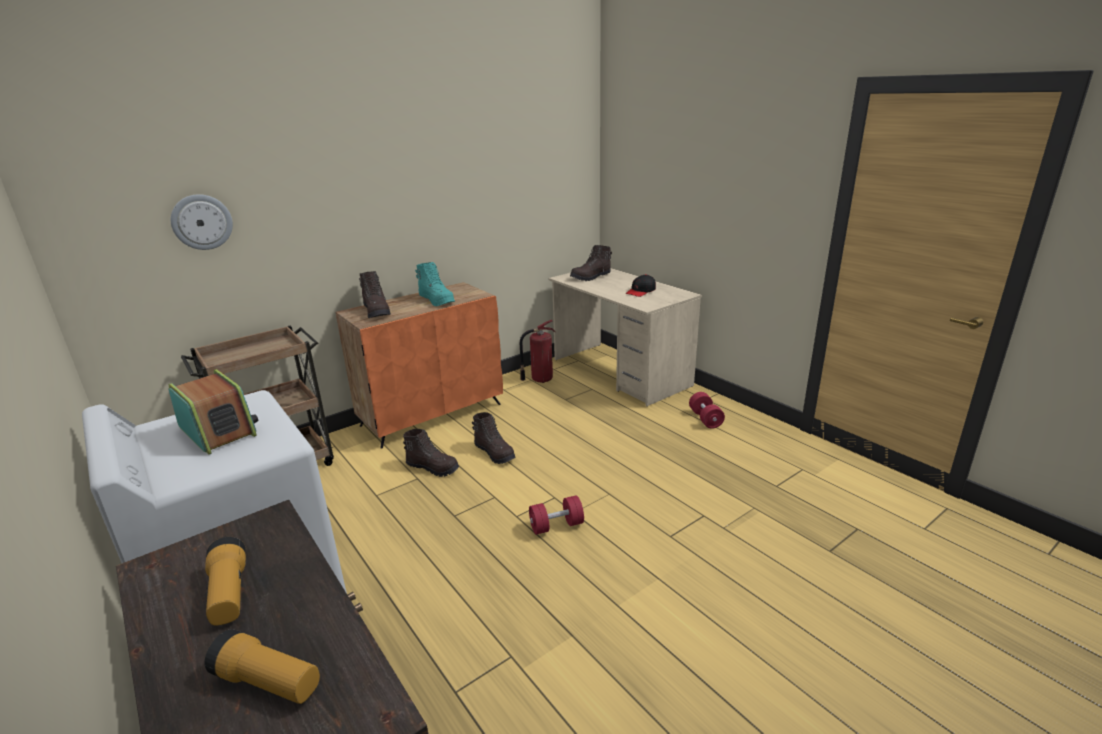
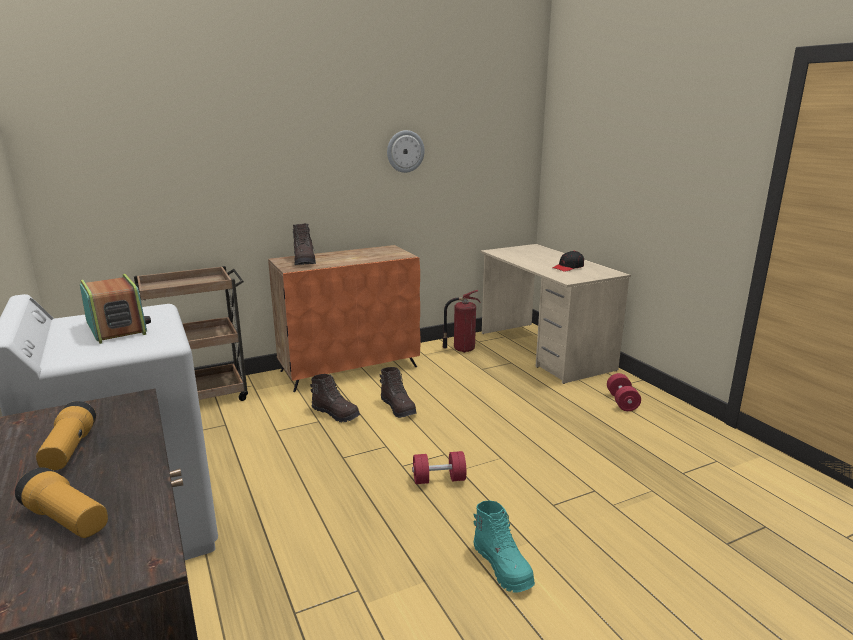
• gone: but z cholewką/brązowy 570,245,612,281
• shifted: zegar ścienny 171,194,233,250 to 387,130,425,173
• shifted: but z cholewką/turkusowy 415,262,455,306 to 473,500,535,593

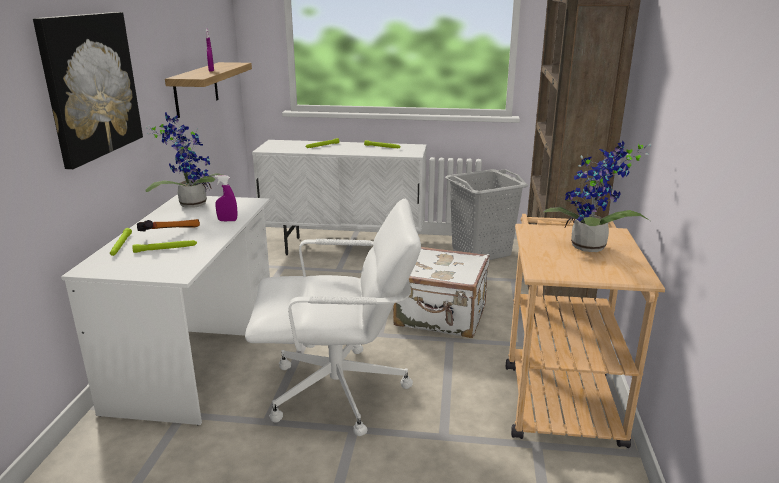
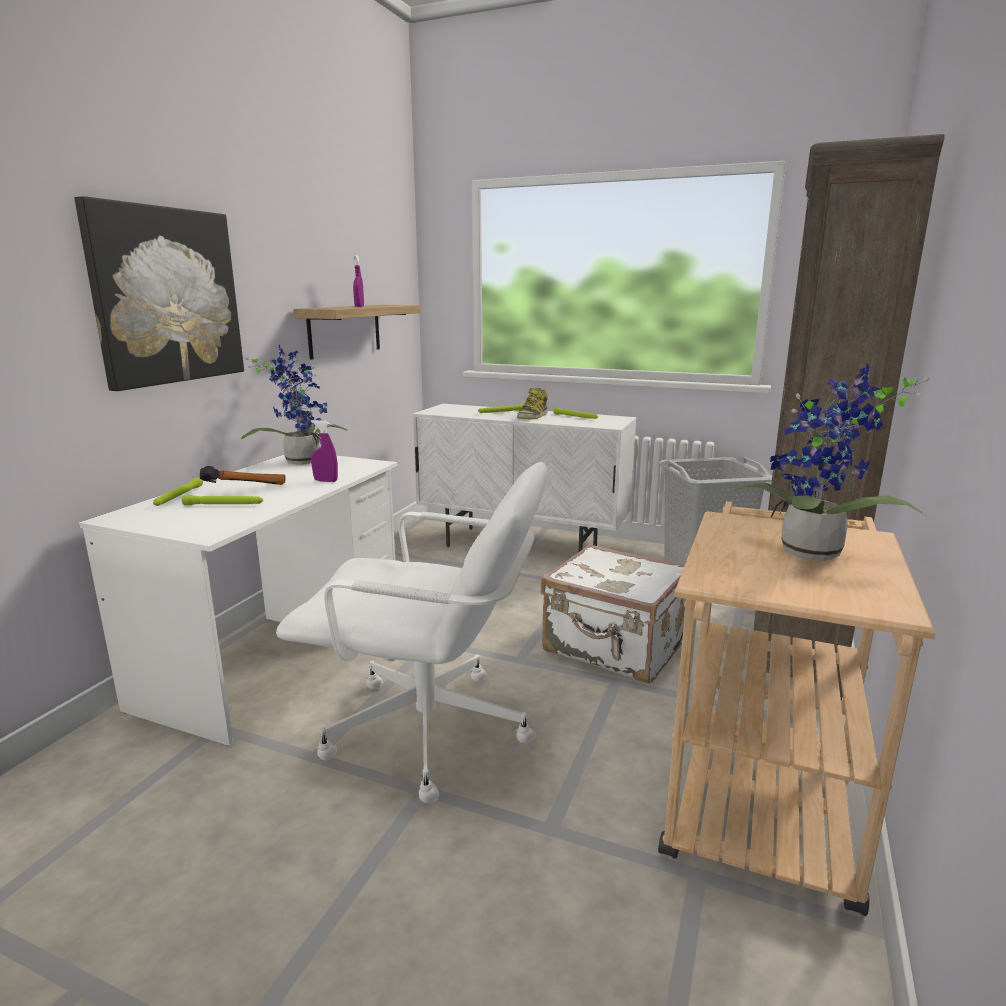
• new: but z cholewką 517,388,548,419

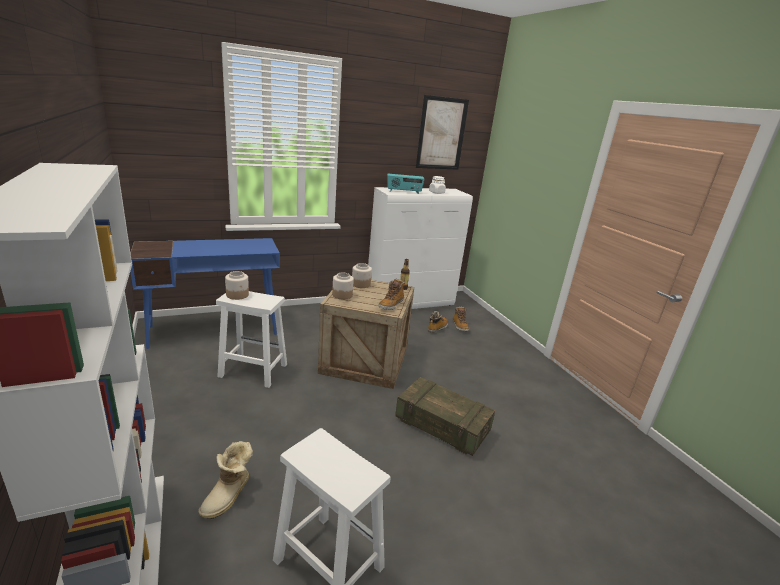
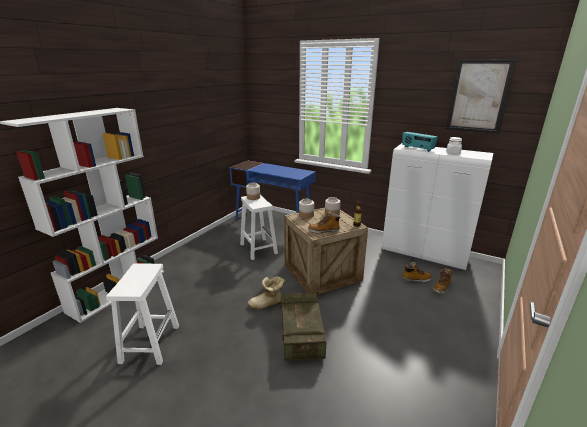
• shifted: but z cholewką 198,441,253,519 to 248,276,285,309

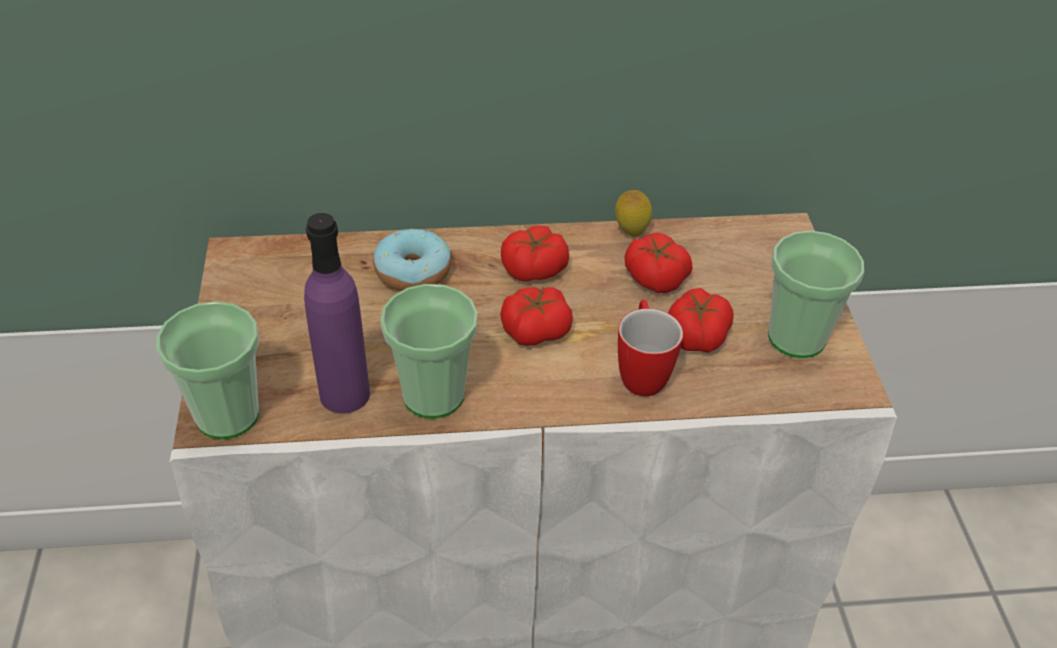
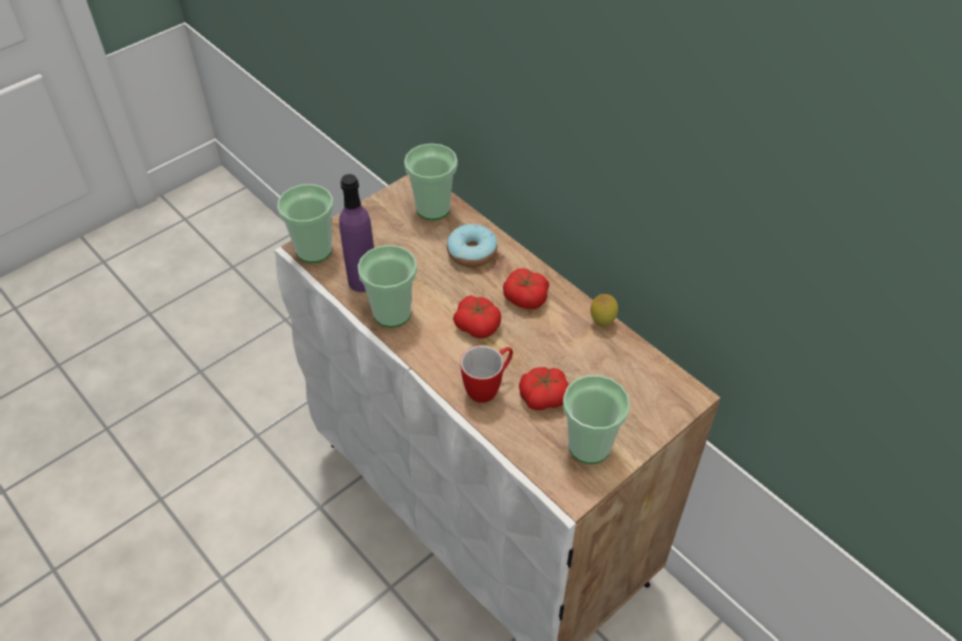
• gone: pomidor 624,233,692,293
• new: filiżanka 404,143,458,220

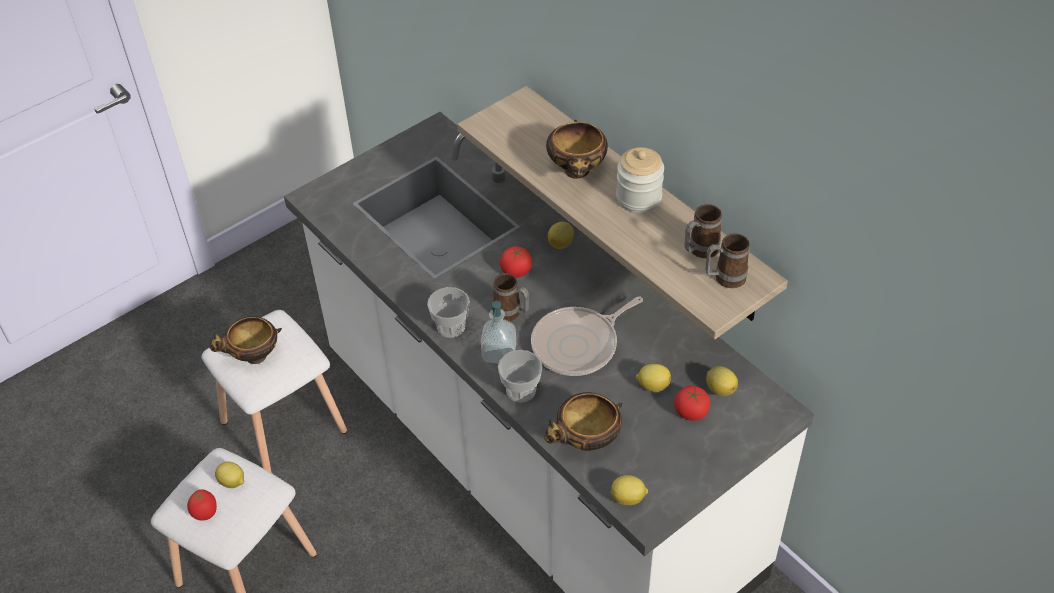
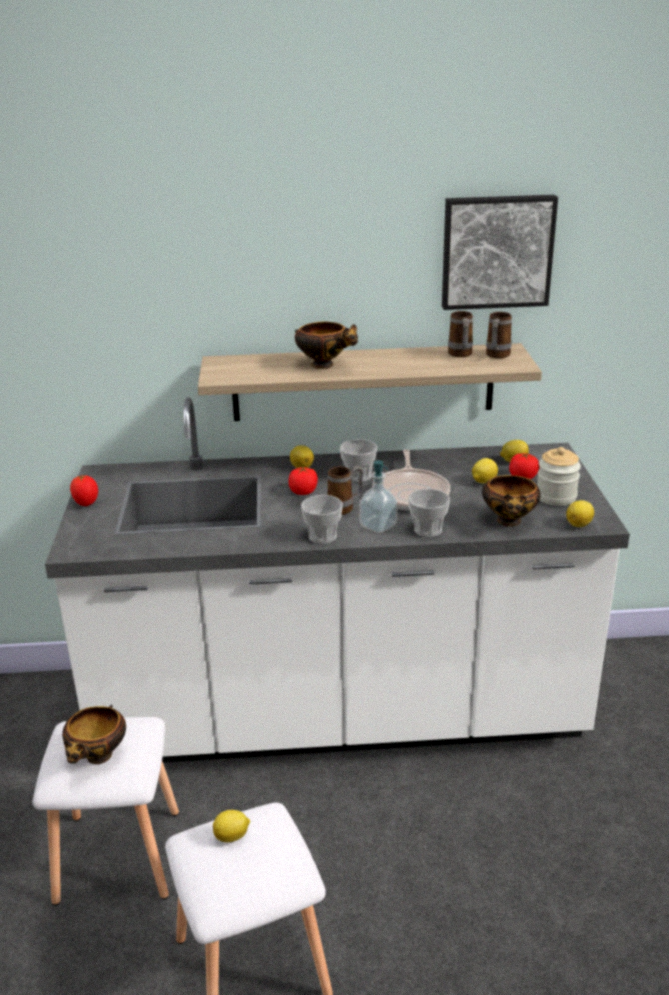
• new: filiżanka 340,439,377,482
• new: obraz 442,195,558,310
• shifted: pomidor 187,489,217,521 to 70,474,98,506
• shifted: słoik 616,147,664,213 to 537,447,581,506

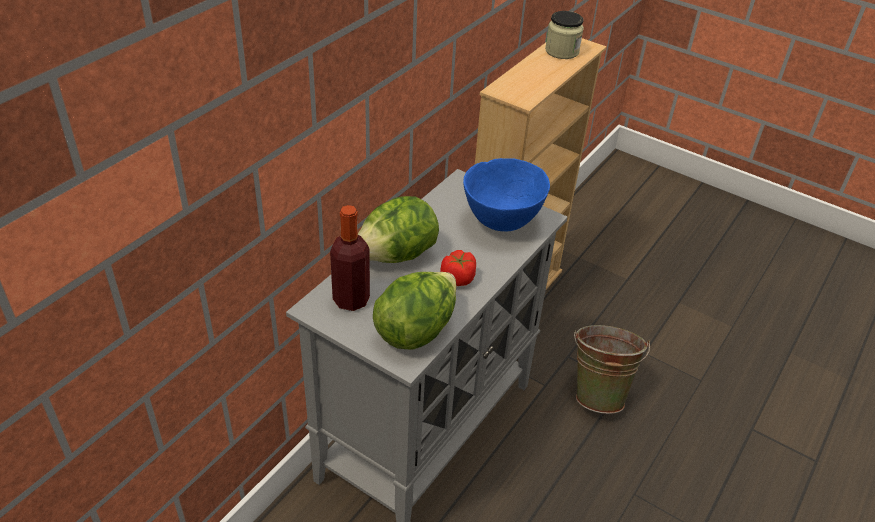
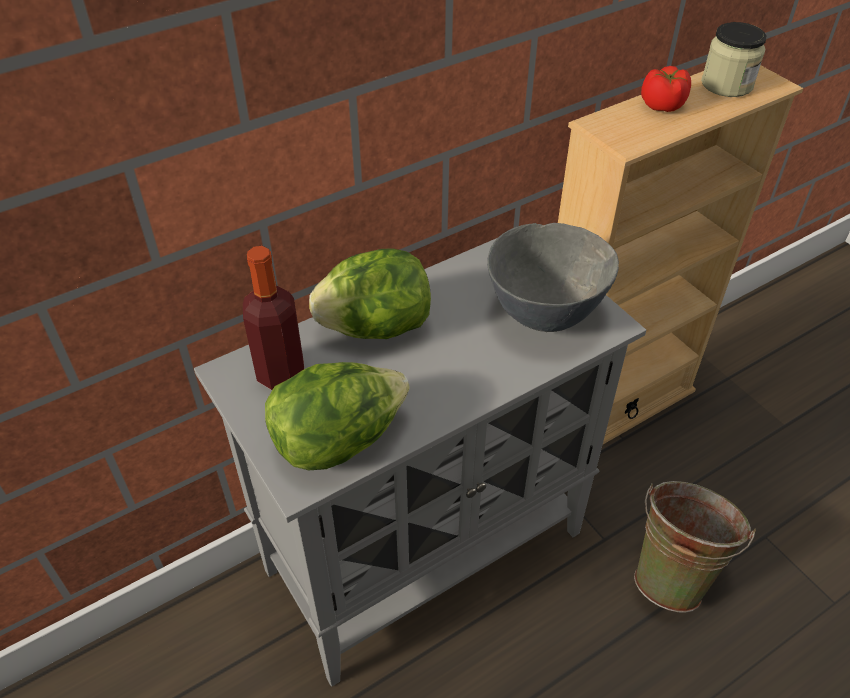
• shifted: pomidor 440,250,476,286 to 641,66,691,112
• repainted: miska/niebieski 463,158,550,232 to miska/szary 487,223,619,332

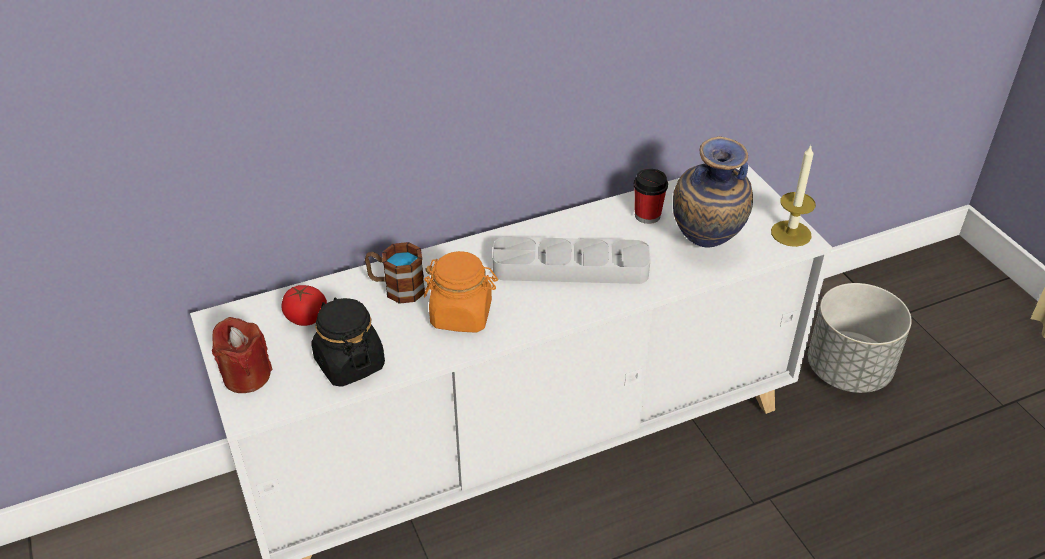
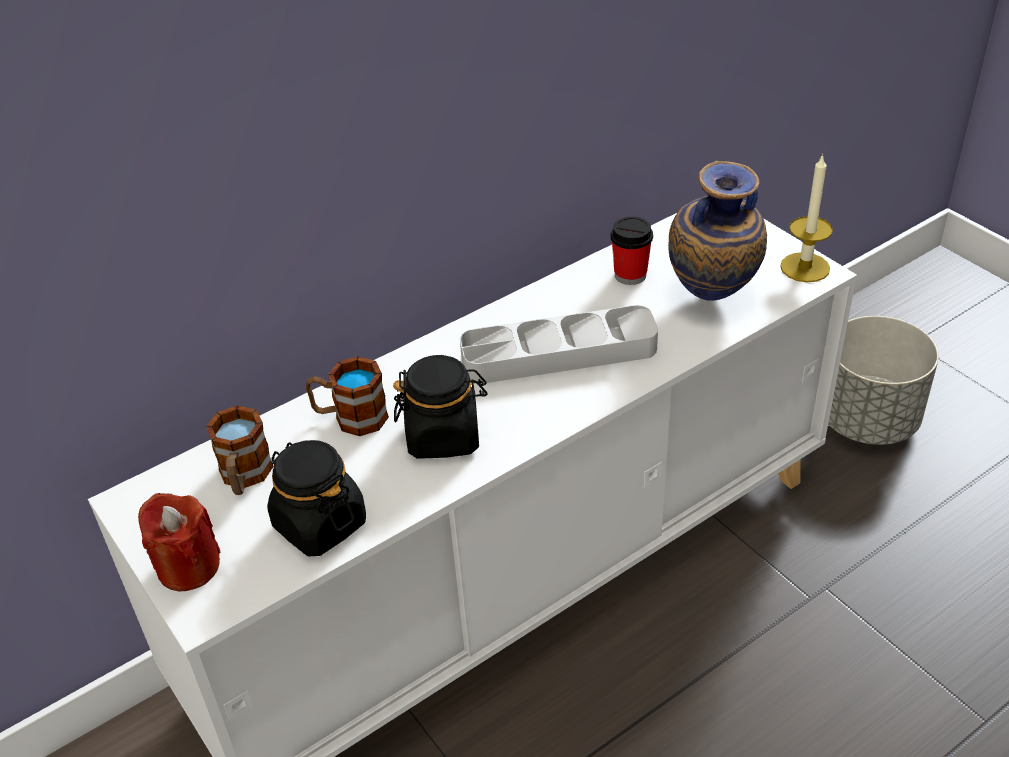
• swapped: pomidor 281,285,327,326 to kubek 206,405,274,495
• repainted: słoik/pomarańczowy 424,251,498,333 to słoik/czarny 393,355,488,459

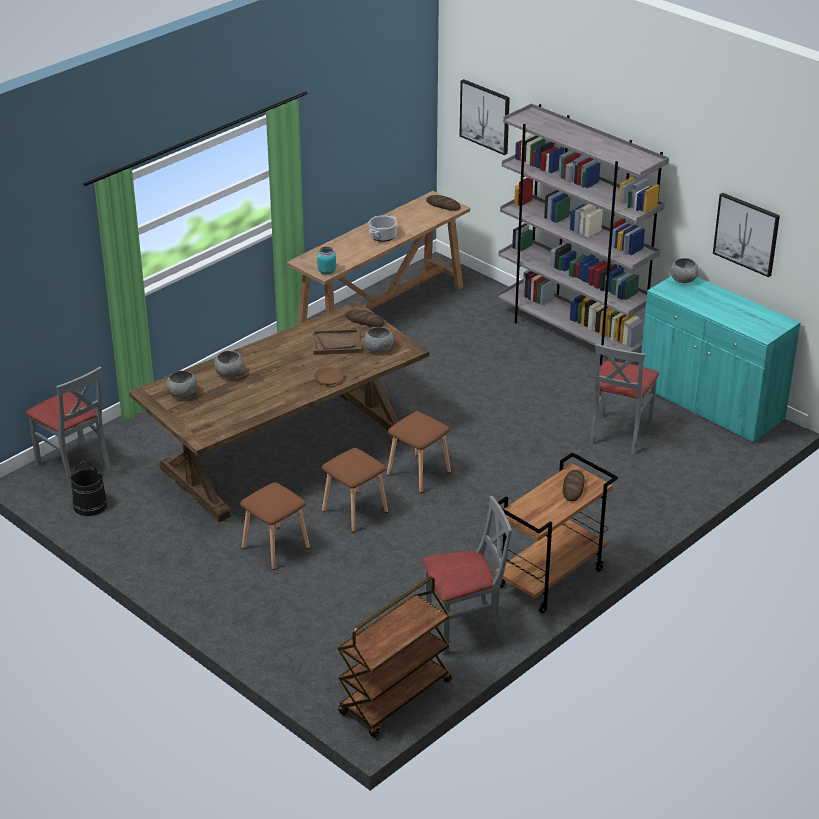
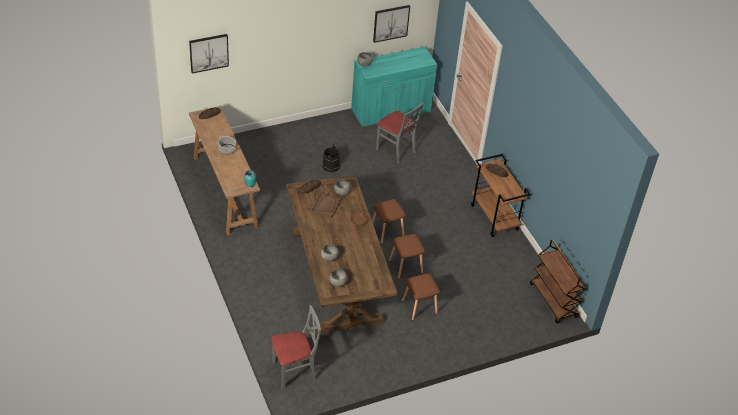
• gone: krzesło/szary 423,496,512,654
• gone: regał/szary 497,103,669,365
• shifted: wiadro/czarny 68,461,107,516 to 322,144,340,172

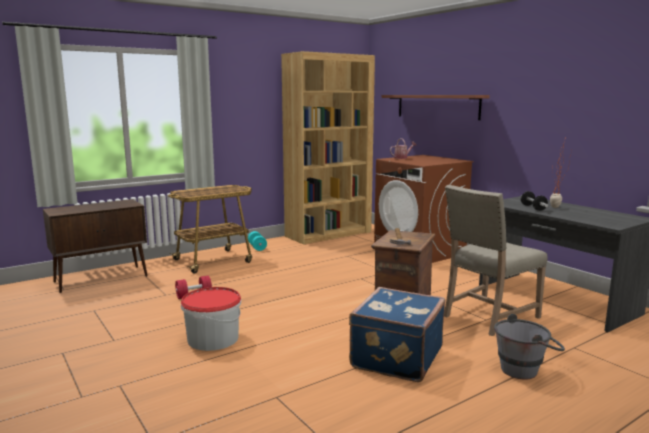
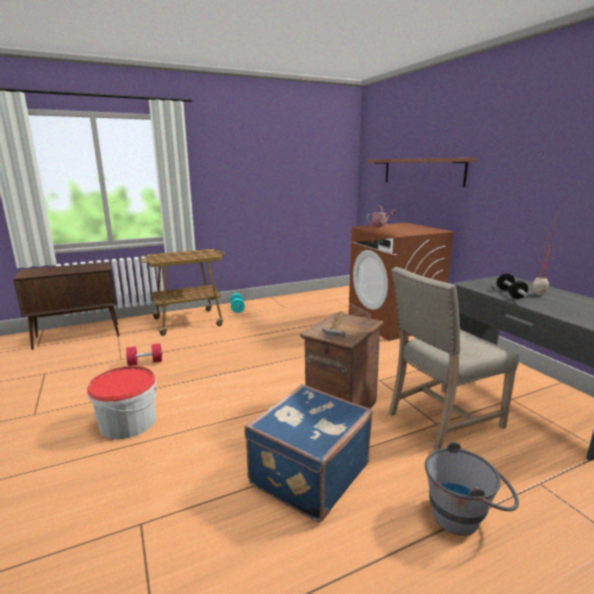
• gone: regał/brązowy 281,51,375,244

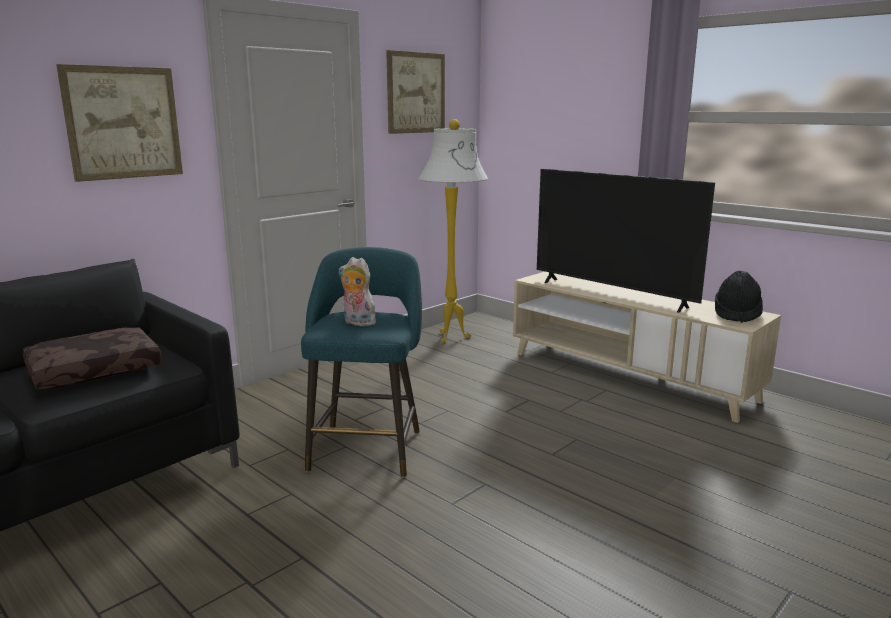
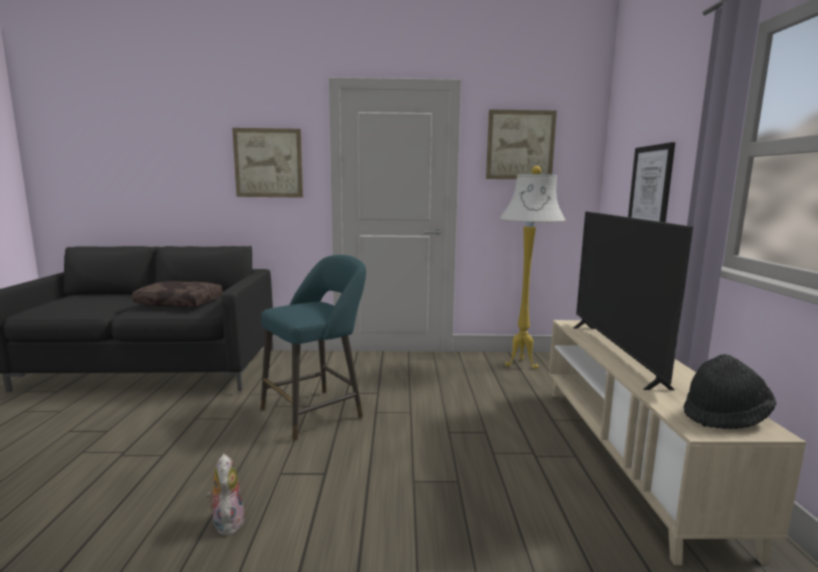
• new: obraz 628,142,675,222
• shifted: pluszak 339,257,376,326 to 206,454,245,536

